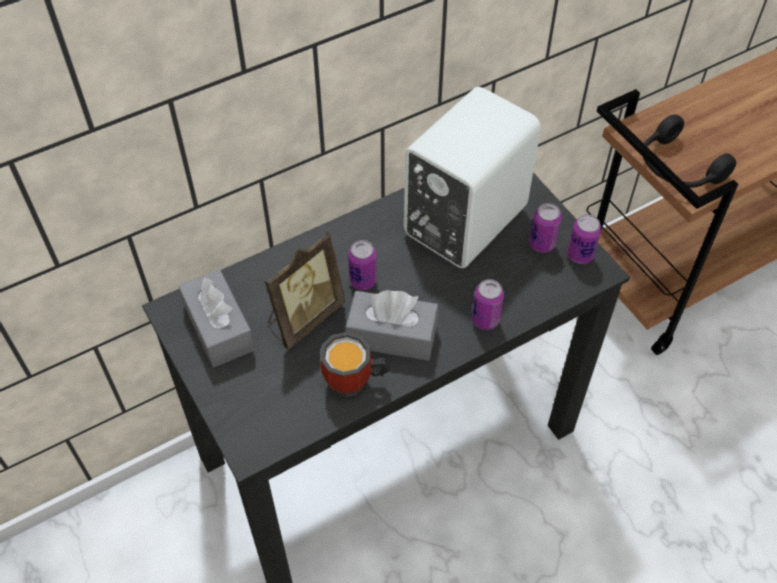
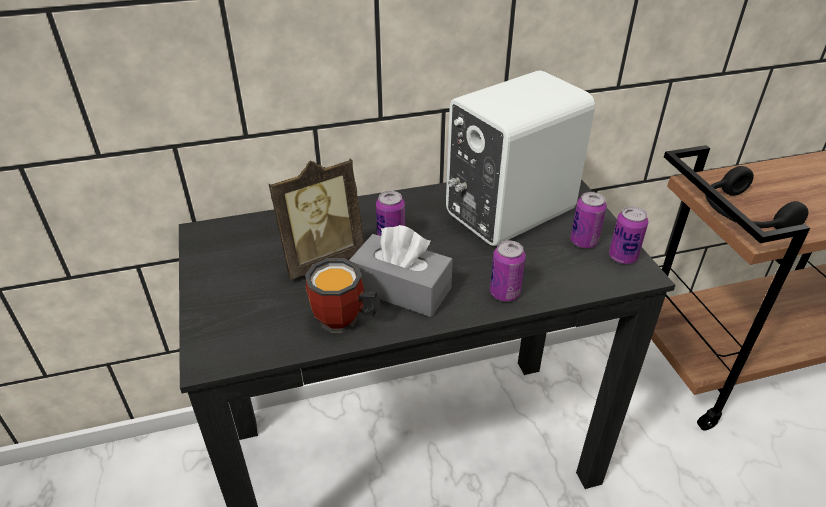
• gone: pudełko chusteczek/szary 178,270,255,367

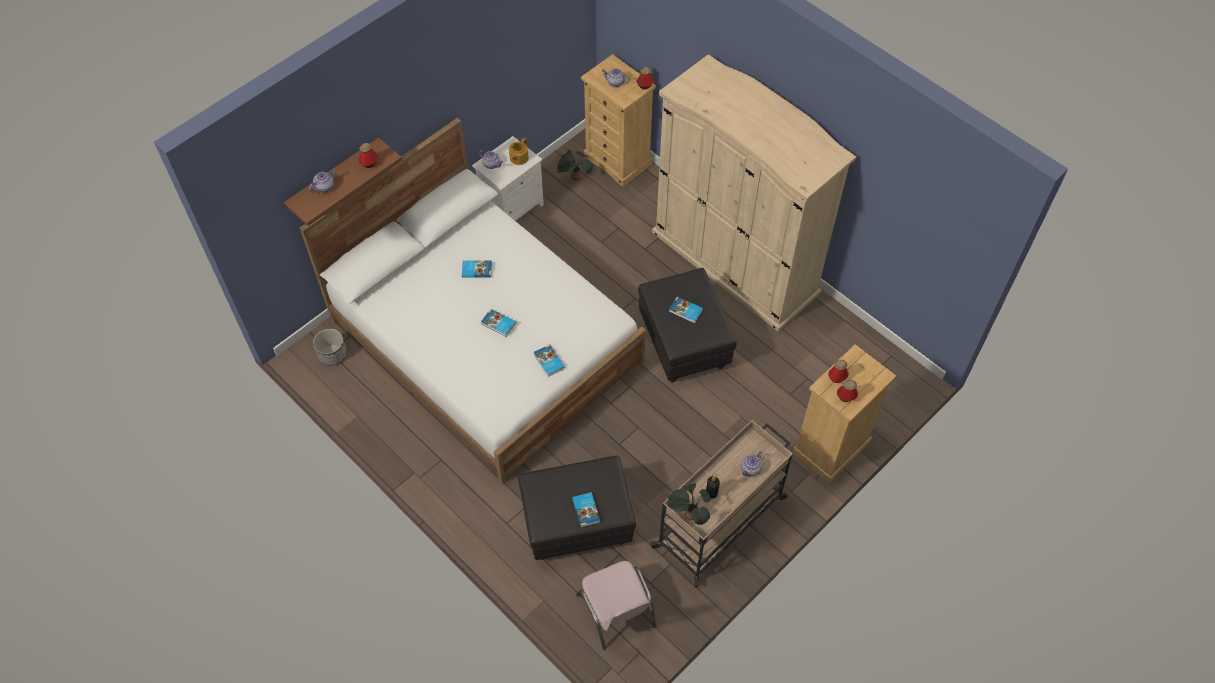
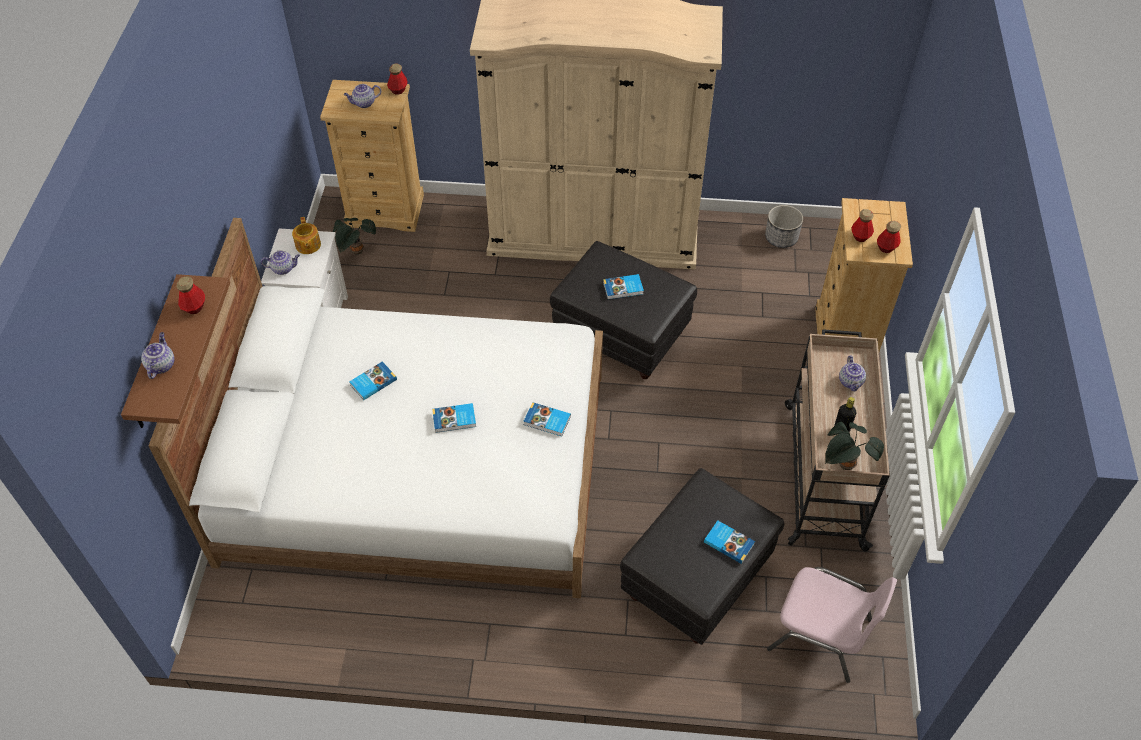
• shifted: donica 313,329,347,365 to 765,205,803,248

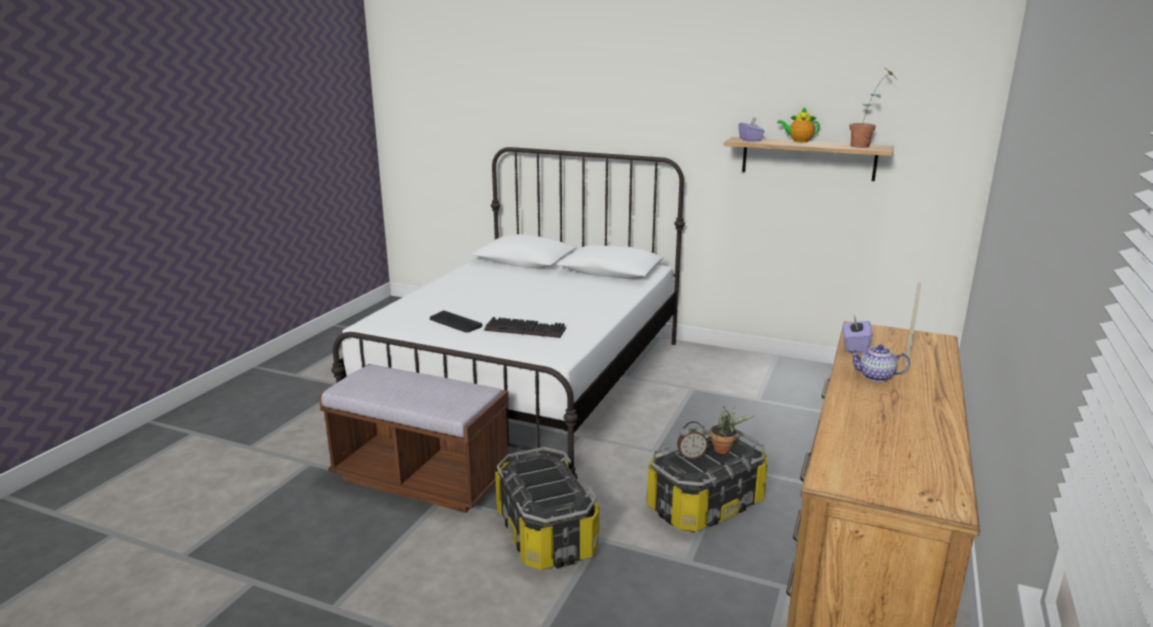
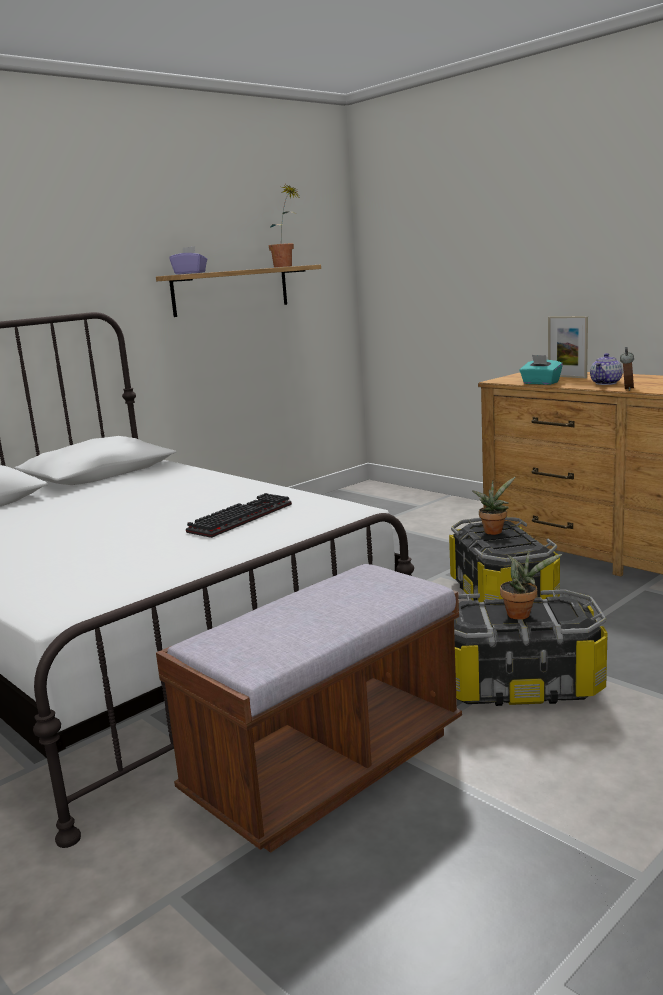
• gone: klawiatura 430,311,482,332
• gone: imbryk 777,107,820,143
• new: roślina doniczkowa 500,549,562,619
• shifted: budzik 677,421,708,460 to 620,347,634,391
• repainted: pudełko chusteczek/fioletowy 843,317,872,353 to pudełko chusteczek/turkusowy 520,355,563,385

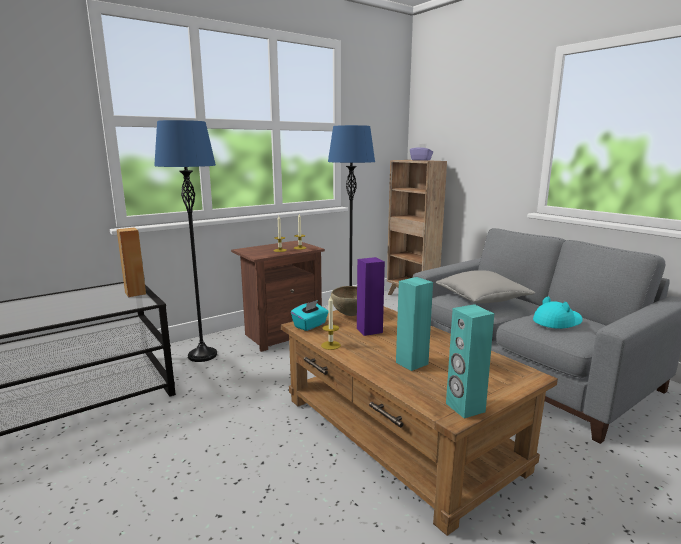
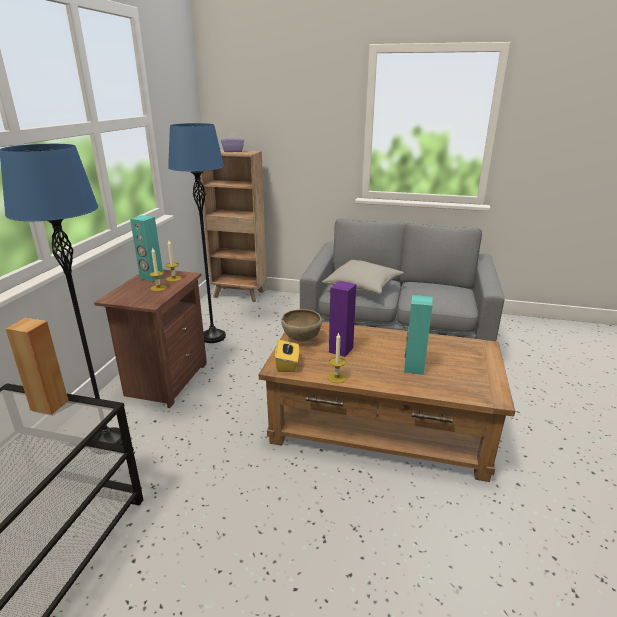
• gone: kapelusz/turkusowy 533,296,583,329
• shifted: głośnik/turkusowy 446,304,494,419 to 130,215,164,281
• repainted: pudełko chusteczek/turkusowy 291,300,329,331 to pudełko chusteczek/żółty 275,340,299,372

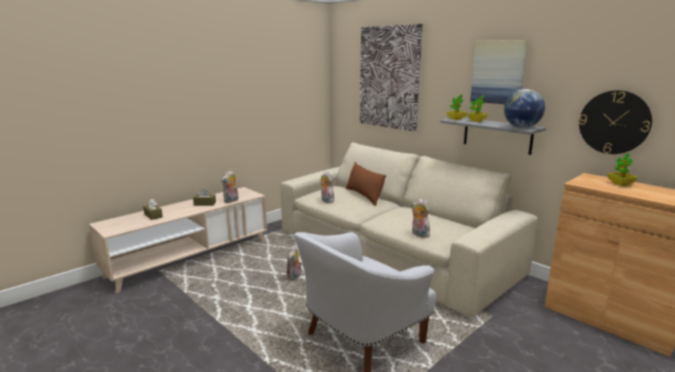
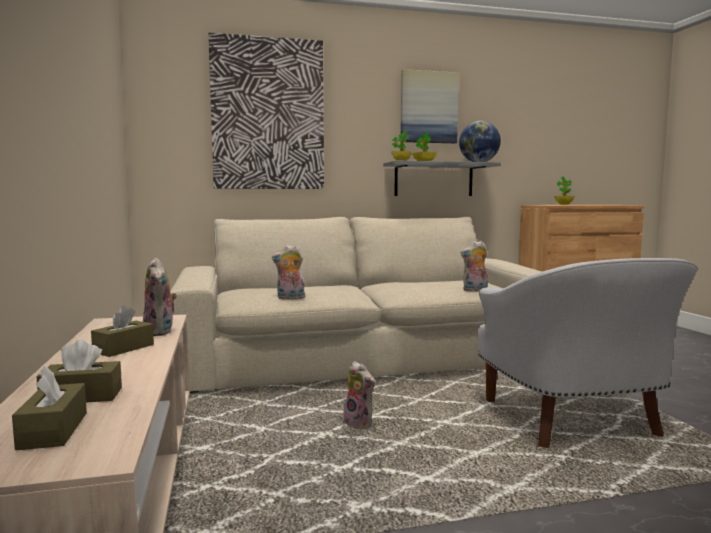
• gone: poduszka/brązowy 346,162,386,206
• gone: zegar ścienny 579,90,652,154
• new: pudełko chusteczek/brązowy 12,365,87,450

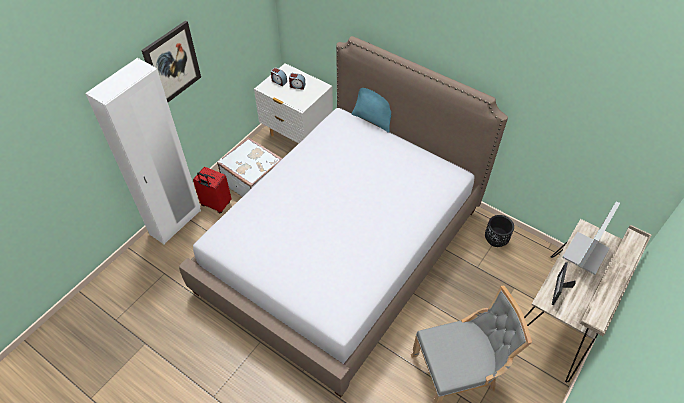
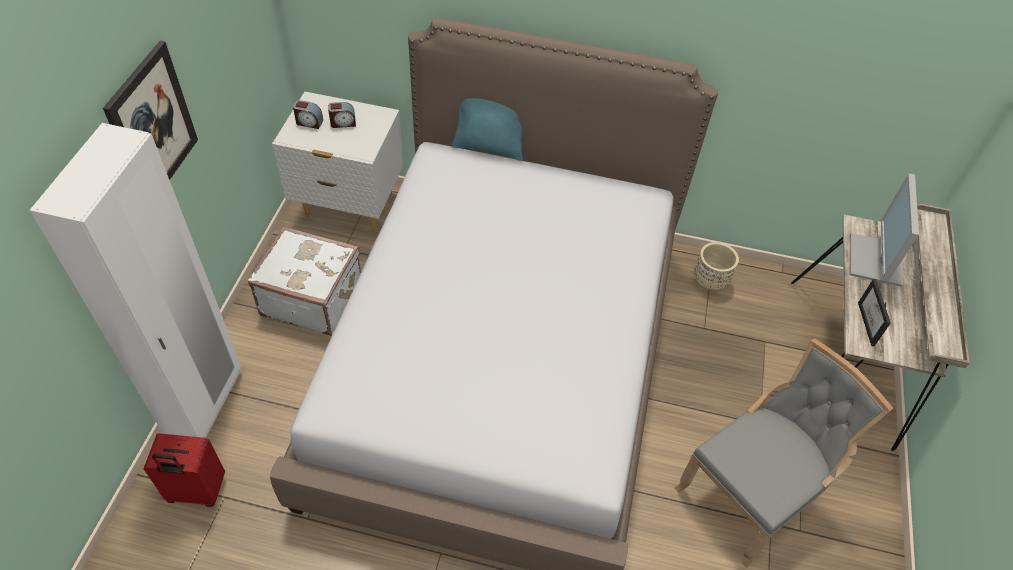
• shifted: walizka/czerwony 193,167,232,213 to 144,433,225,507
• repainted: donica/czarny 485,215,514,247 to donica/beżowy 694,242,739,292

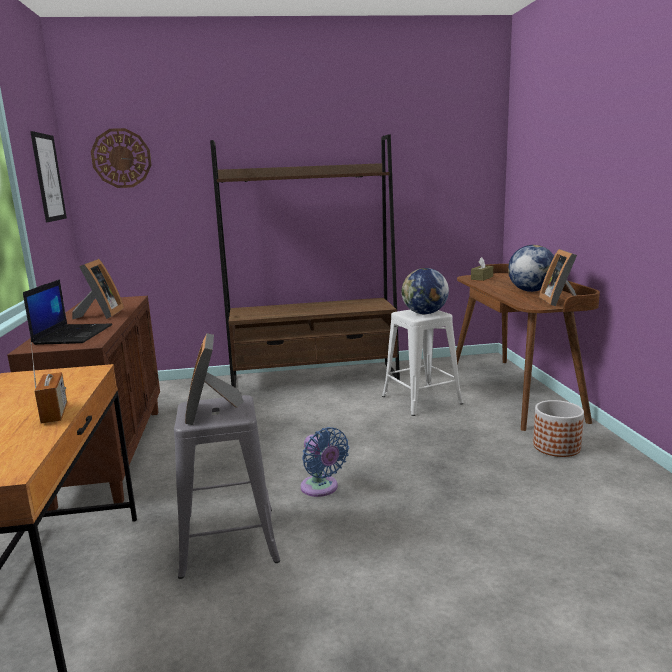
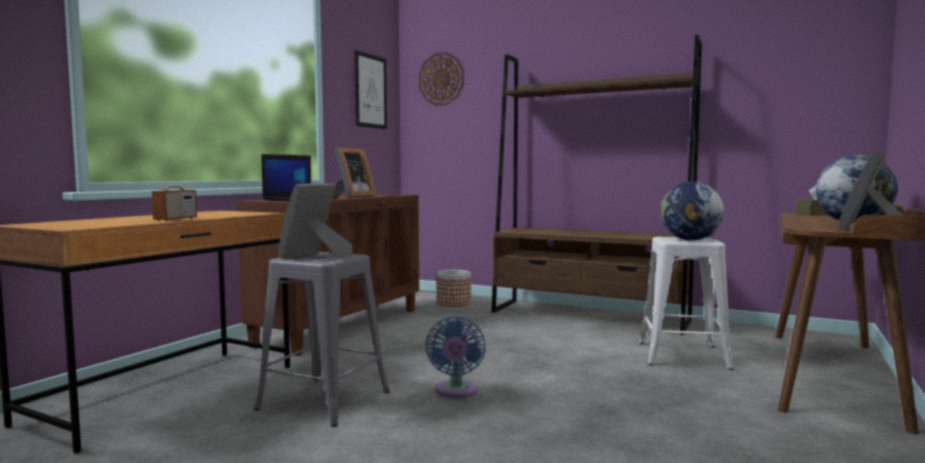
• shifted: donica 533,400,584,457 to 437,270,471,307

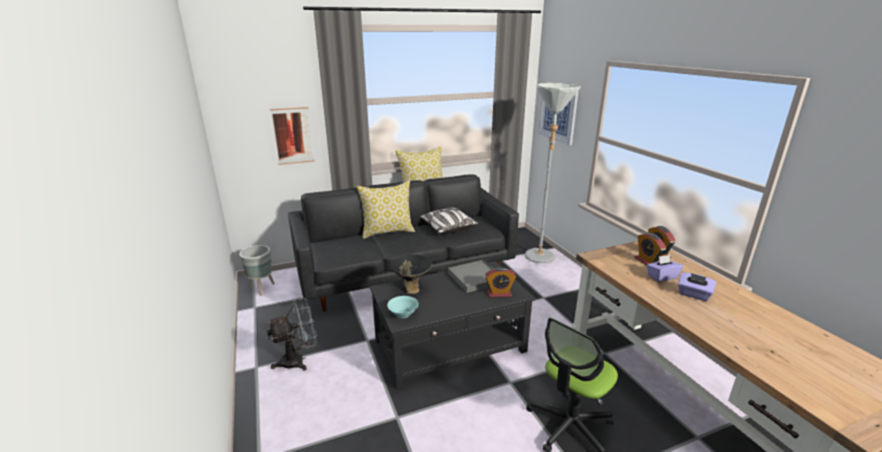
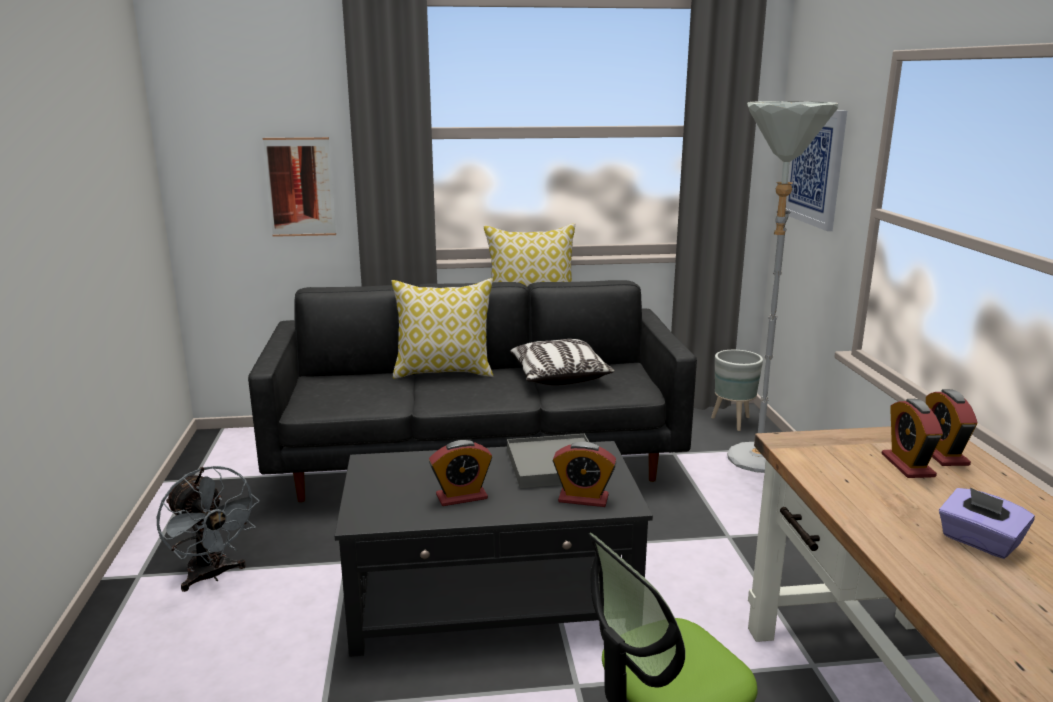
• gone: miska/turkusowy 387,296,419,318
• gone: miska/czarny 390,254,432,294
• gone: pudełko chusteczek/fioletowy 647,255,683,282
• new: budzik 429,440,492,506
• shifted: donica/szary 239,245,275,296 to 711,350,763,431
• rotated: wentylator/szary 266,298,317,371 = 157,466,259,592 60 degrees clockwise

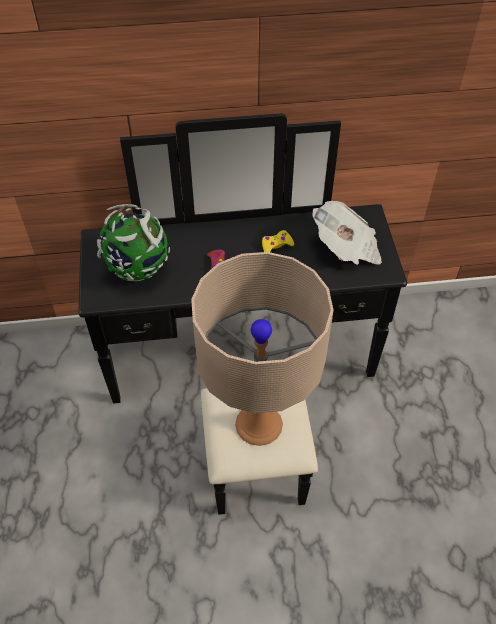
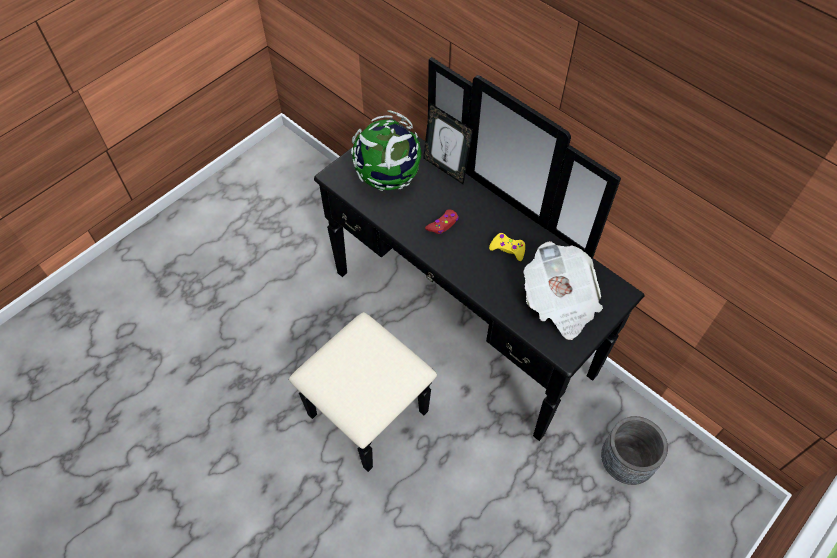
• gone: lampa stołowa/beżowy 191,252,334,446
• new: ramka na zdjęcie 423,103,473,185
• new: donica/szary 601,416,668,485

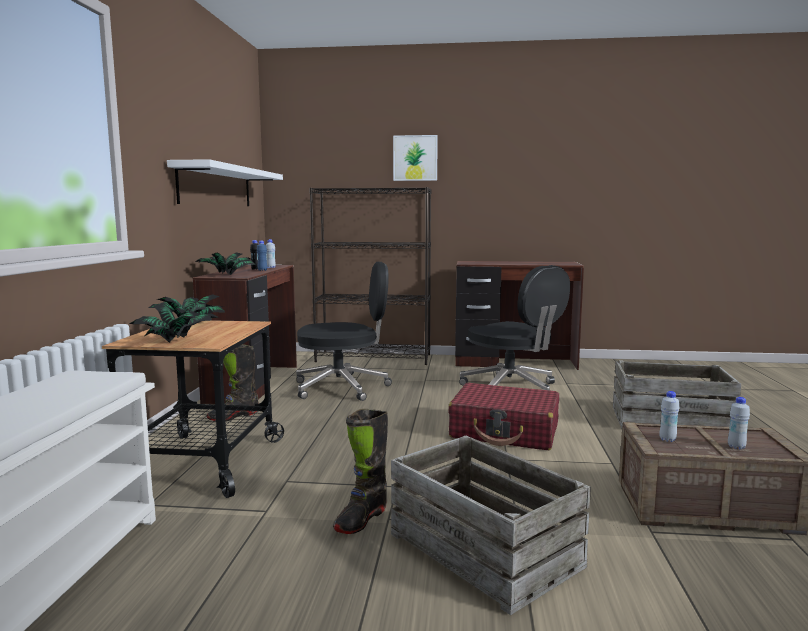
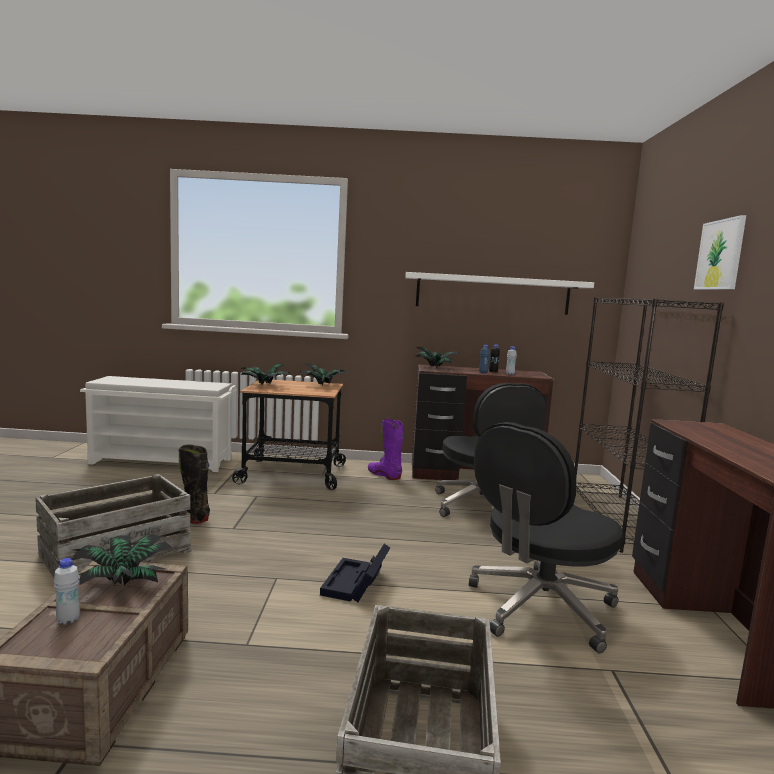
• swapped: walizka/czerwony 448,383,559,450 to pojemnik do przechowywania/czarny 320,544,390,602
• swapped: butelka/biały 659,391,680,442 to roślina doniczkowa 72,534,172,586
• repainted: but z cholewką/czarny 207,344,259,421 to but z cholewką/fioletowy 368,419,404,480

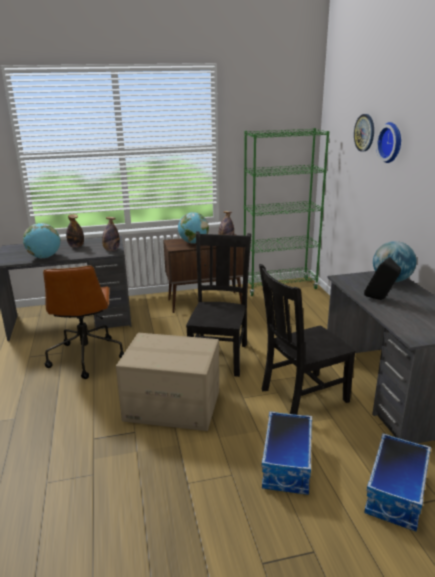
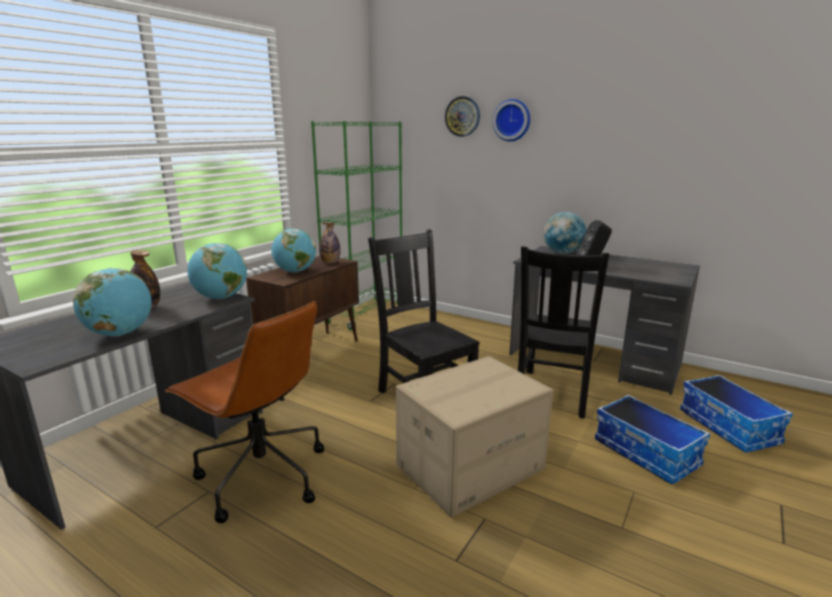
• swapped: butelka 102,217,120,251 to globus 187,243,247,299

